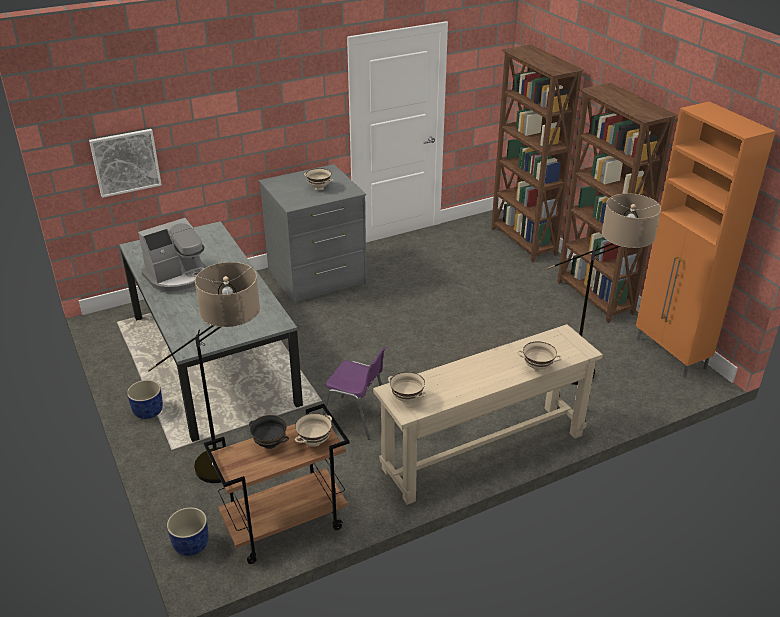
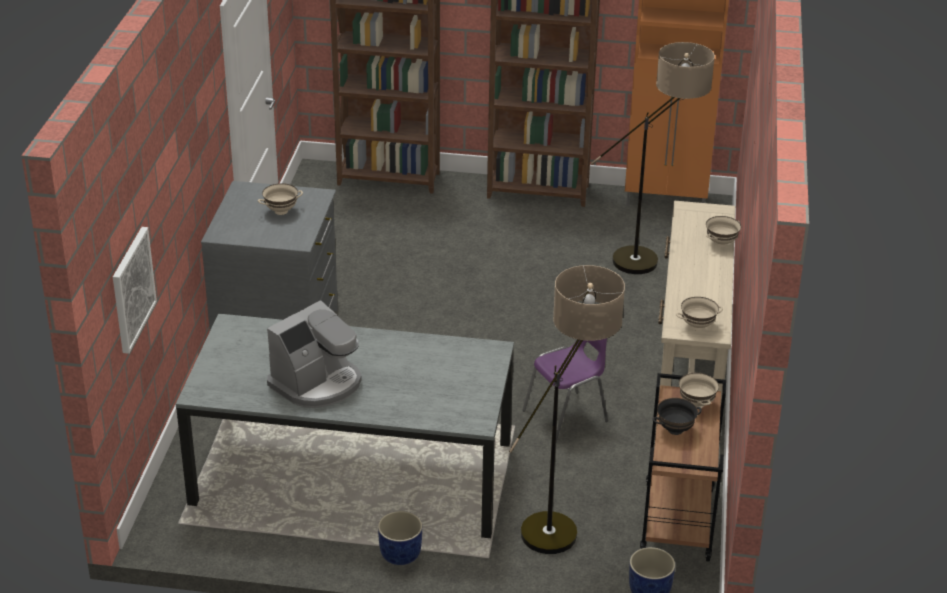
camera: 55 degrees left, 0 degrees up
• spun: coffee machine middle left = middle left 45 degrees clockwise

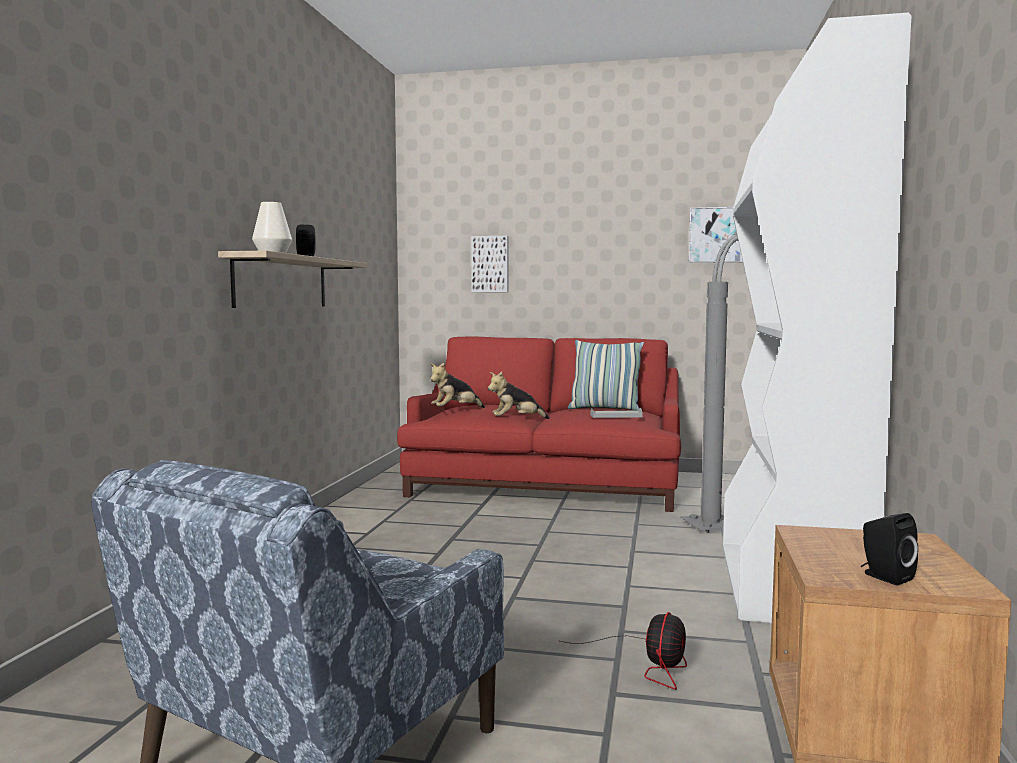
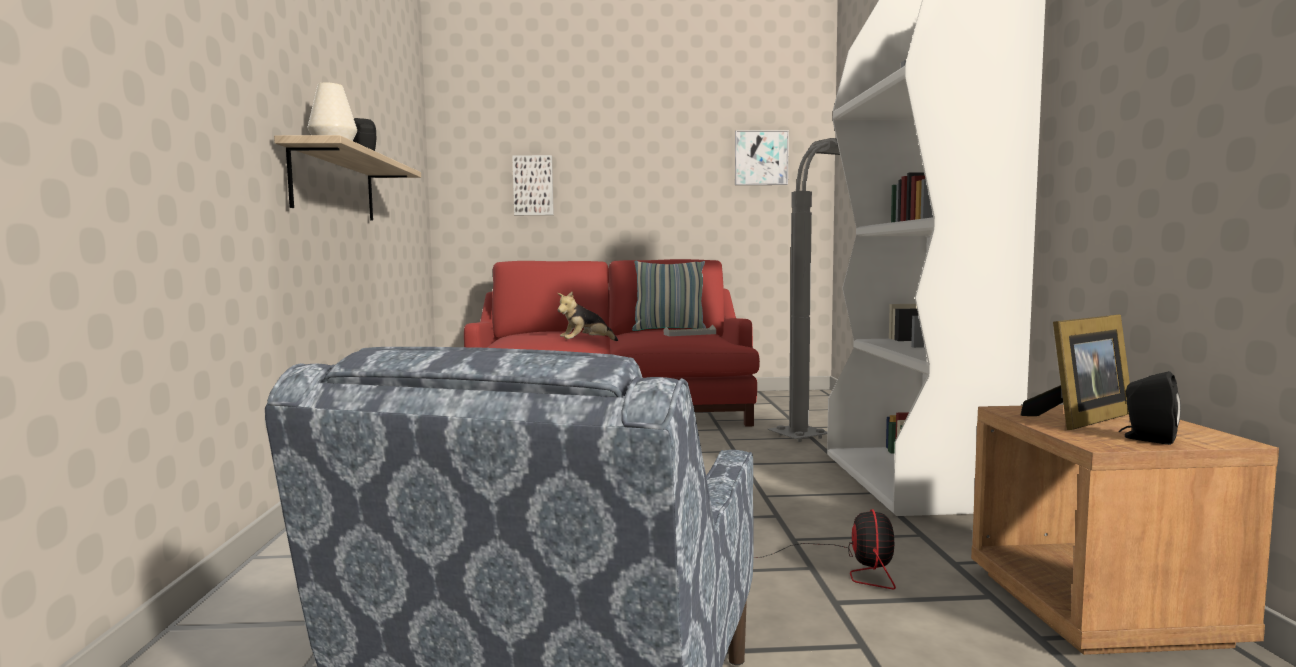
camera: 15 degrees left, 0 degrees up
• appeared: picture frame middle right
• missing: plush toy (no. 1 from left) centre

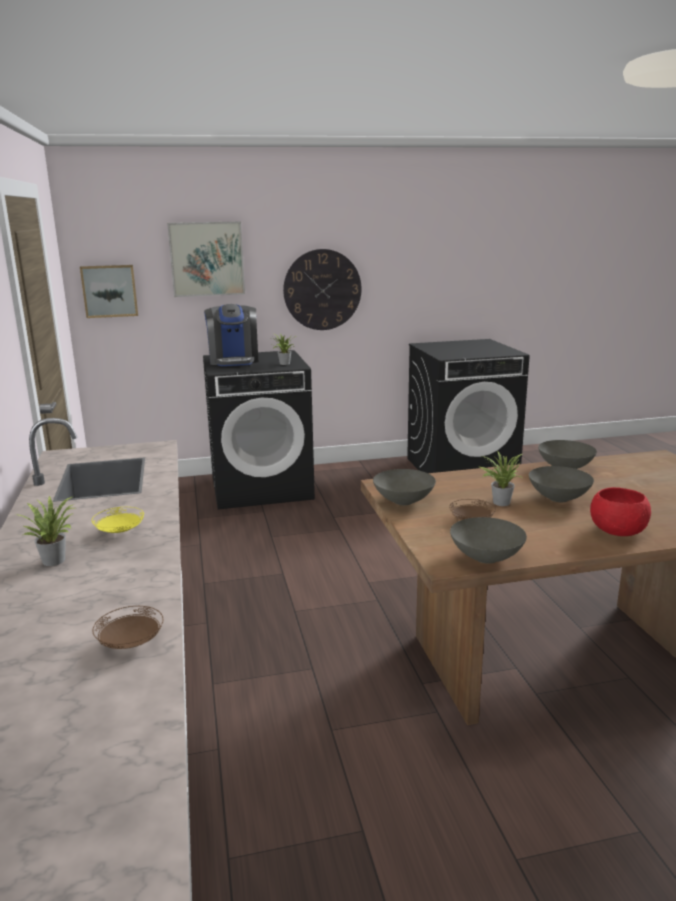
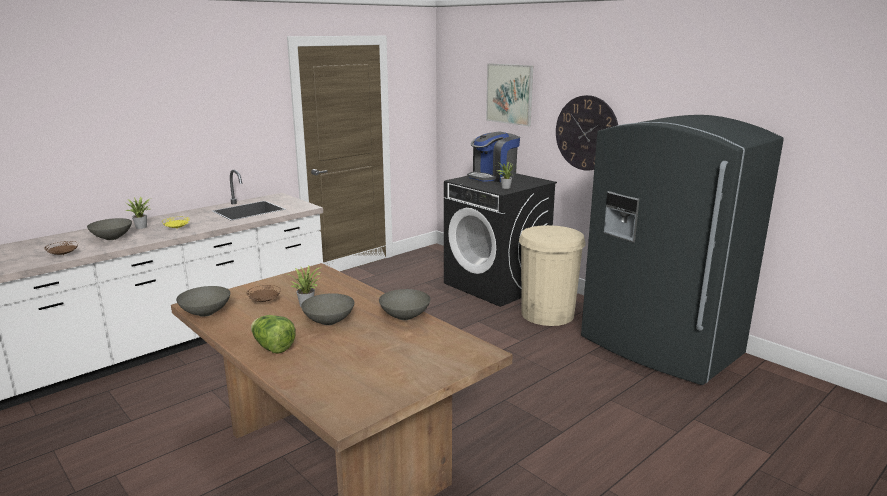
camera: 60 degrees right, 0 degrees up
• relocated: grey bowl (no. 1 from left) centre to middle left
• exchanged: red bowl middle right to lettuce bottom left
• appeared: beige trash can centre
• exchanged: black washing machine (no. 2 from left) middle right to grey fridge middle right
• missing: picture (no. 1 from left) top left

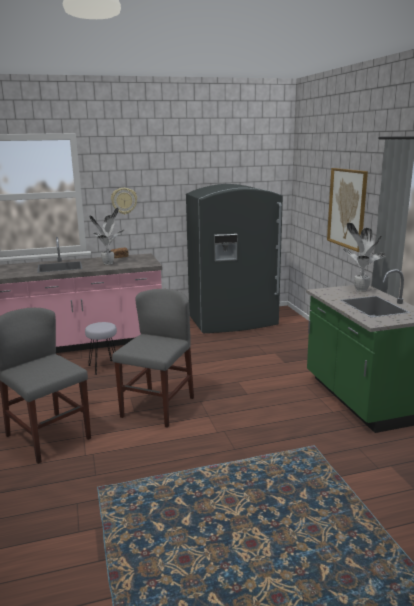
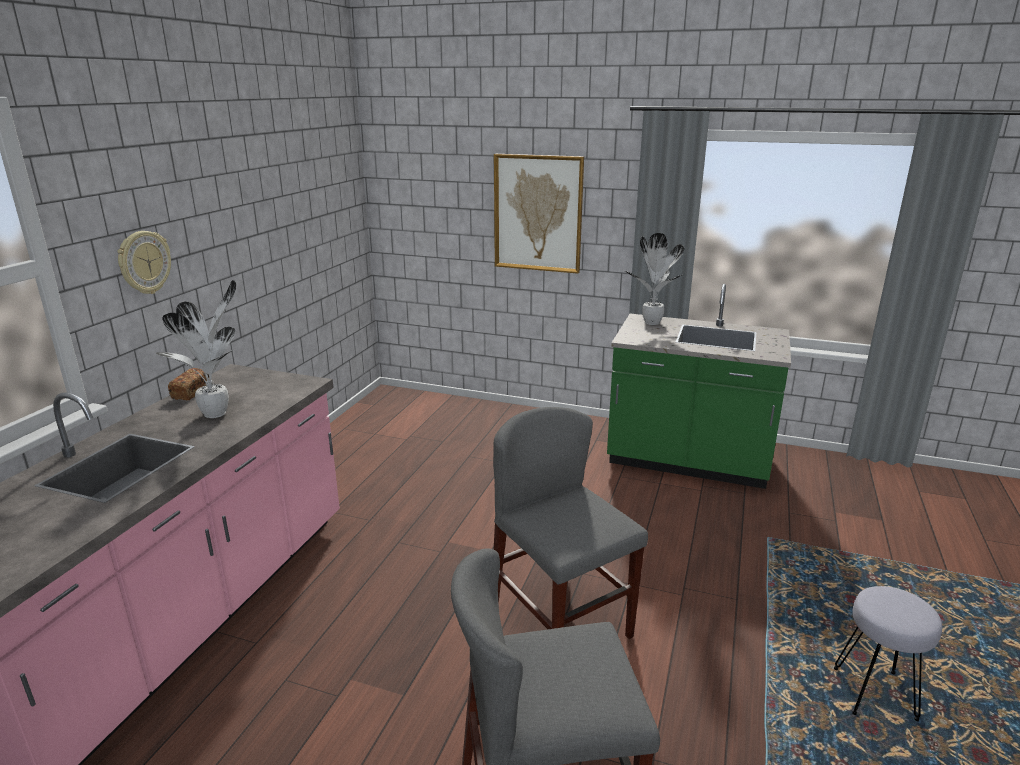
camera: 55 degrees left, 5 degrees up
• relocated: grey stool middle left to bottom right
• missing: grey fridge centre

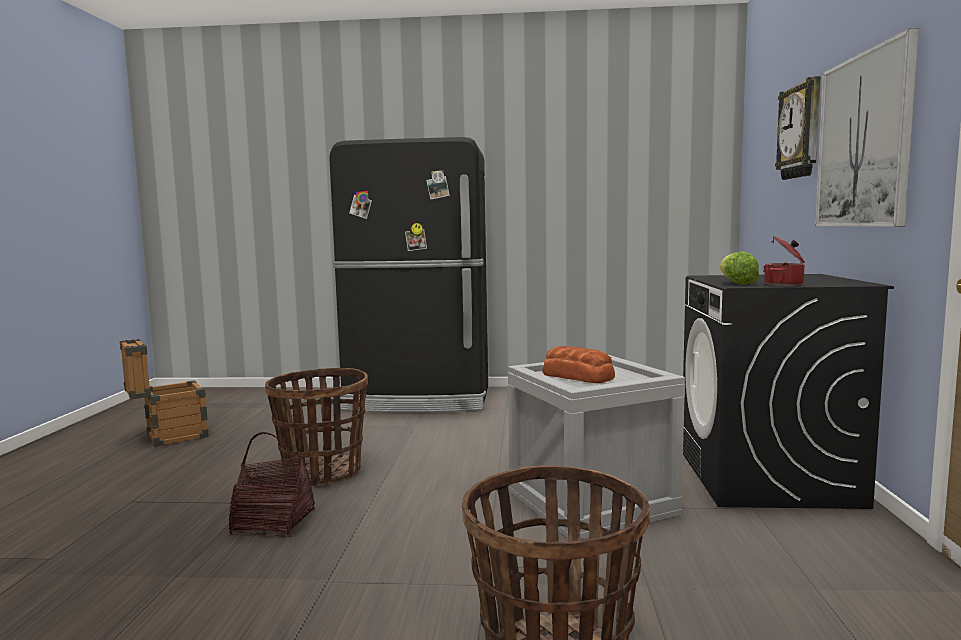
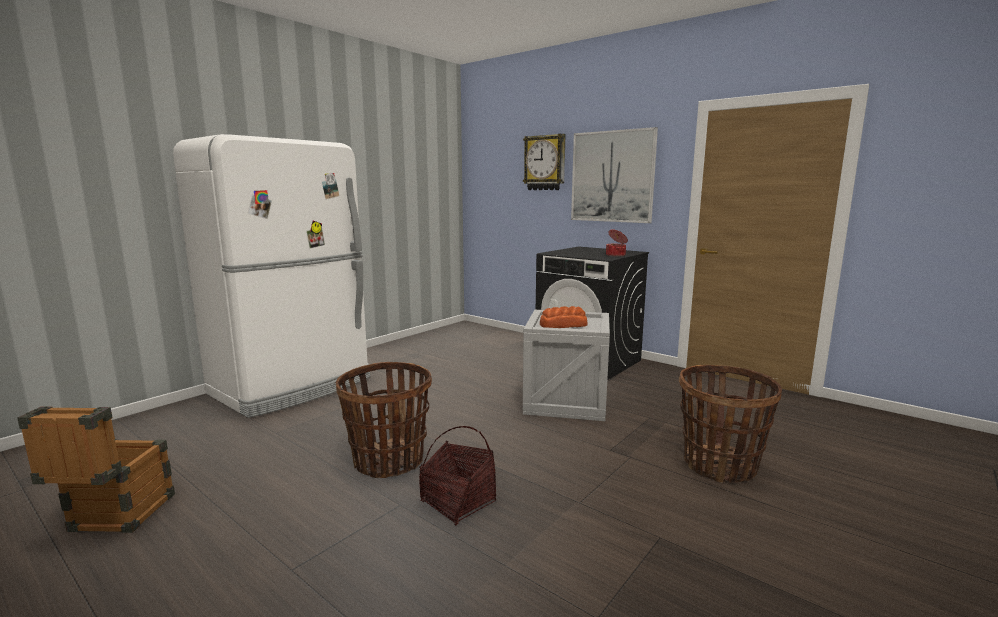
camera: 55 degrees left, 5 degrees up
• colour: black fridge centre to white fridge middle left
• missing: lettuce middle right

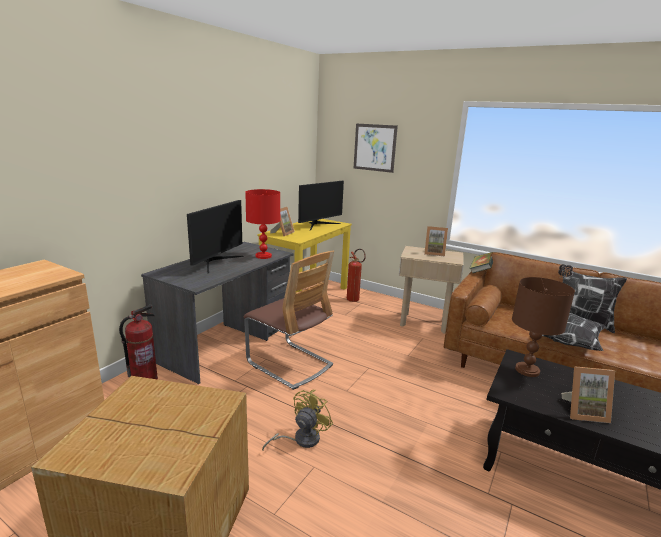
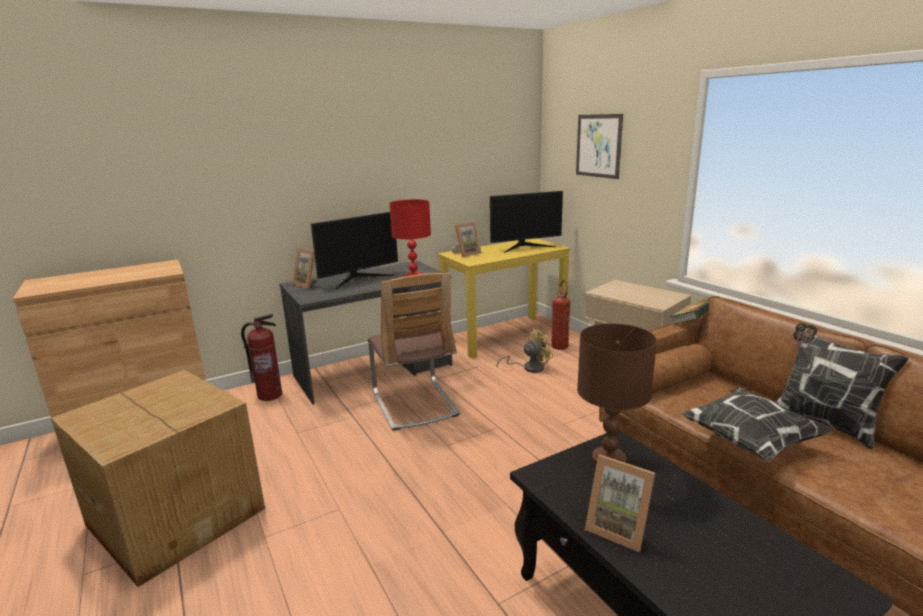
camera: 30 degrees right, 0 degrees up
• relocated: picture frame (no. 2 from left in the first image) centre to picture frame (no. 1 from left) middle left
• relocated: yellow fan bottom centre to centre

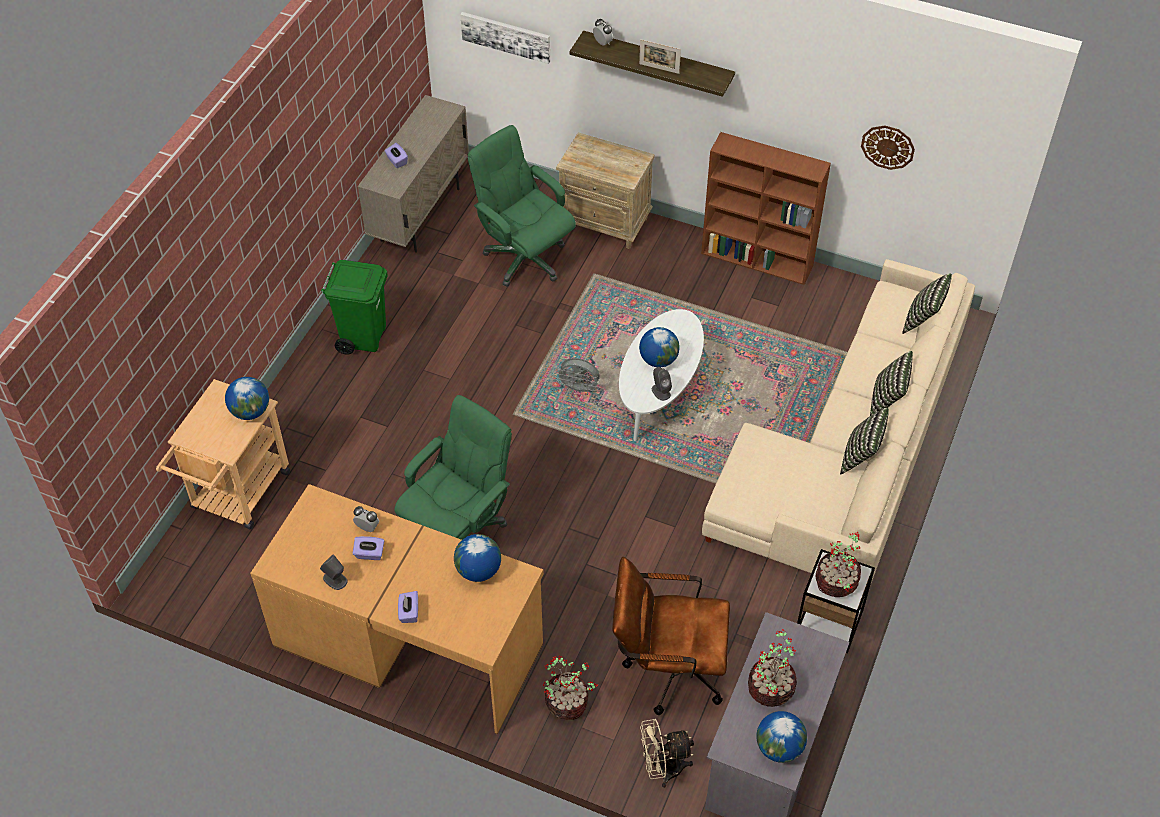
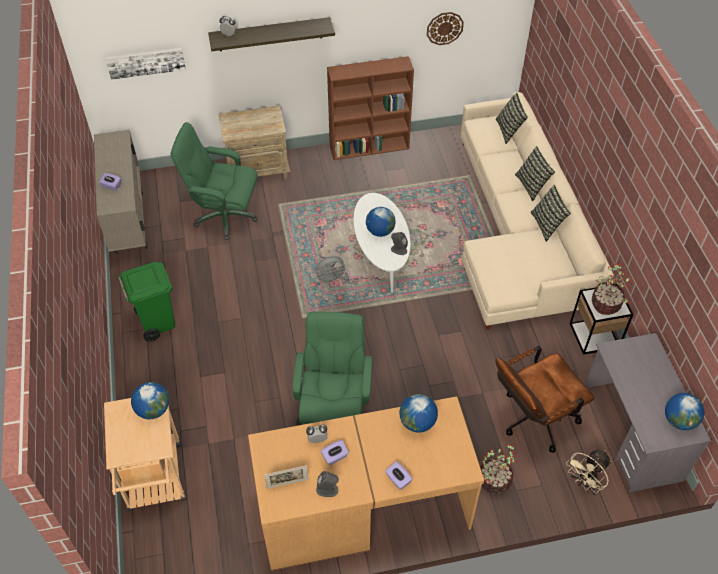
camera: 35 degrees left, 0 degrees up
• relocated: picture frame top centre to bottom centre
• missing: potted plant (no. 2 from left) bottom centre

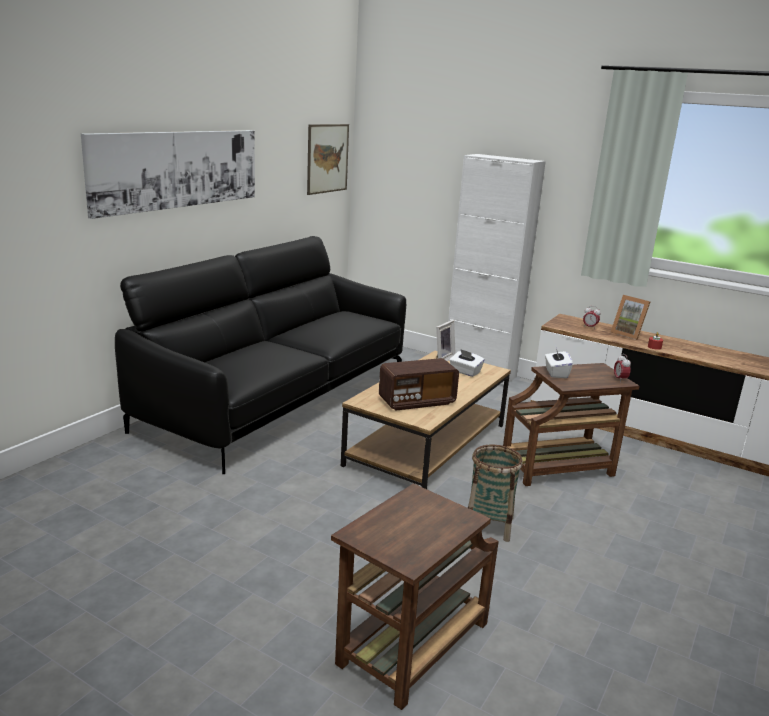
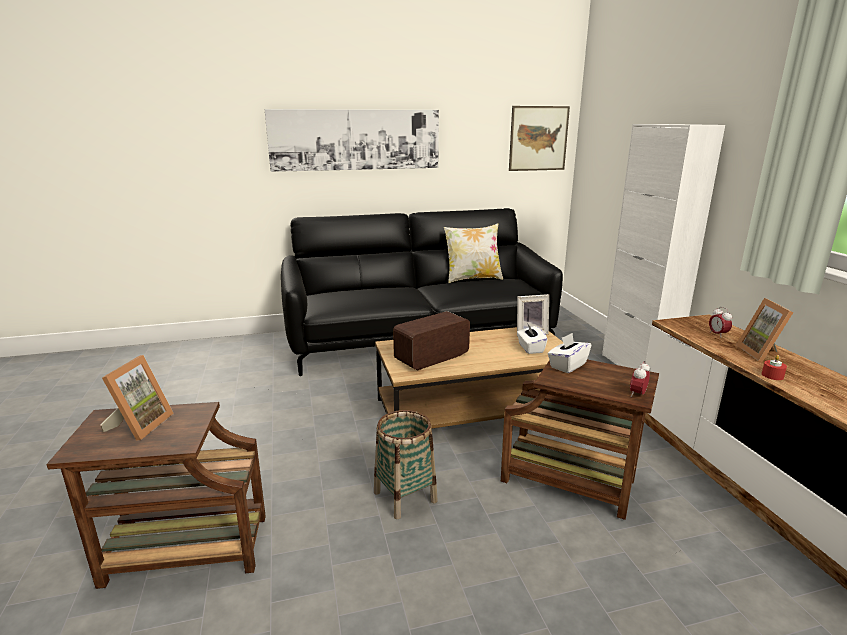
camera: 45 degrees right, 0 degrees up
• appeared: picture frame (no. 1 from left) middle left
• spun: radio centre = centre 120 degrees clockwise
• appeared: pillow centre

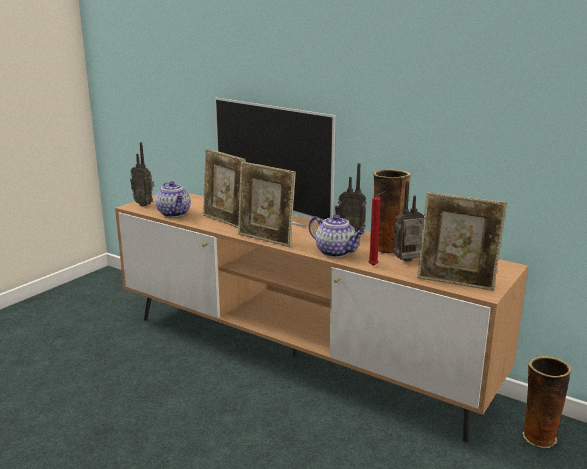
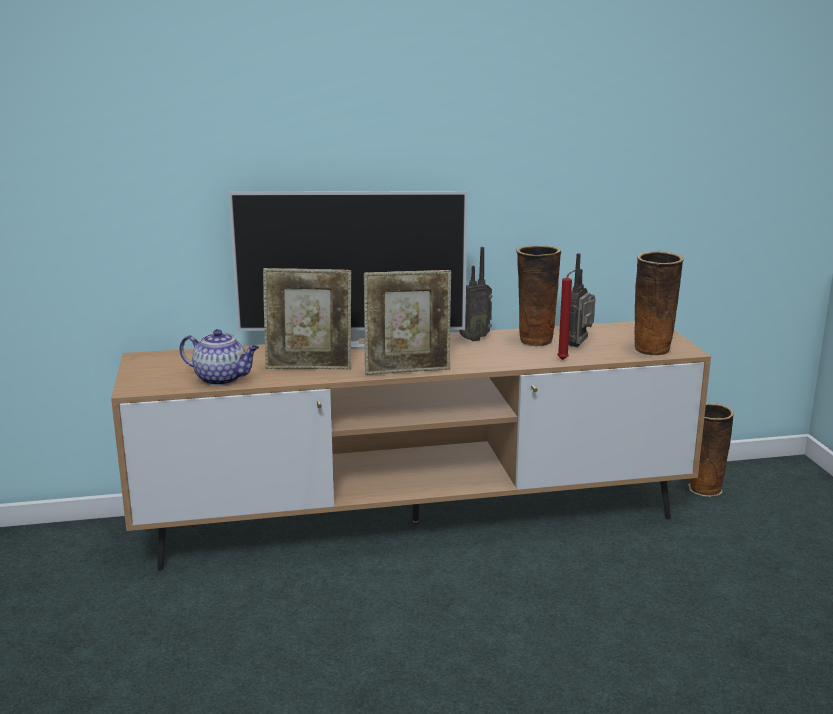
camera: 45 degrees left, 0 degrees up
• exchanged: picture frame (no. 3 from left) middle right to vase (no. 2 from left) middle right
• missing: radio (no. 1 from left) middle left
• missing: teapot (no. 2 from left) centre

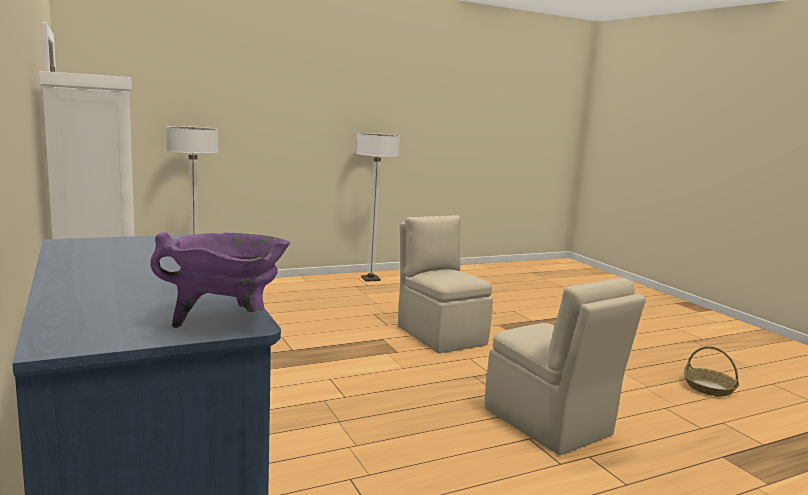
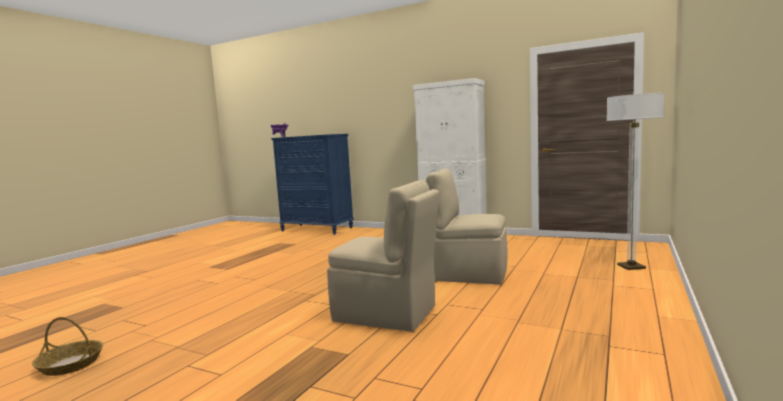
camera: 145 degrees right, 5 degrees down
• relocated: beige chair (no. 2 from left) bottom right to centre
• missing: floor lamp (no. 2 from left) centre

